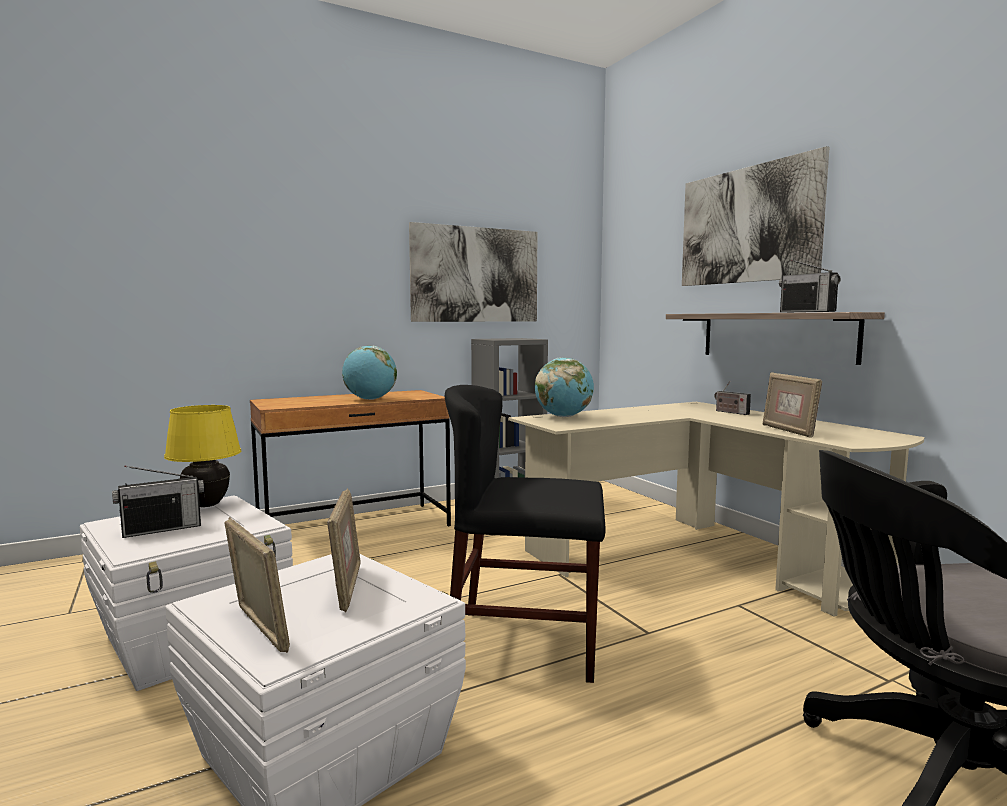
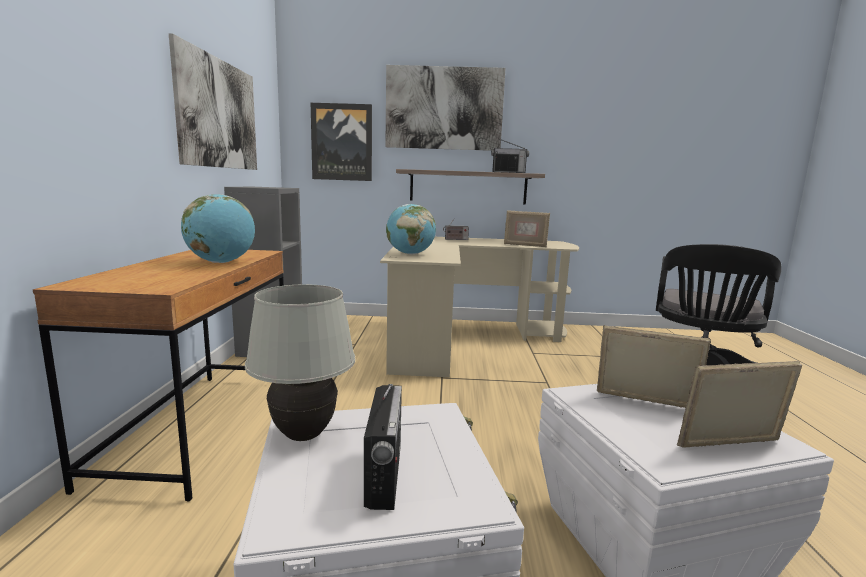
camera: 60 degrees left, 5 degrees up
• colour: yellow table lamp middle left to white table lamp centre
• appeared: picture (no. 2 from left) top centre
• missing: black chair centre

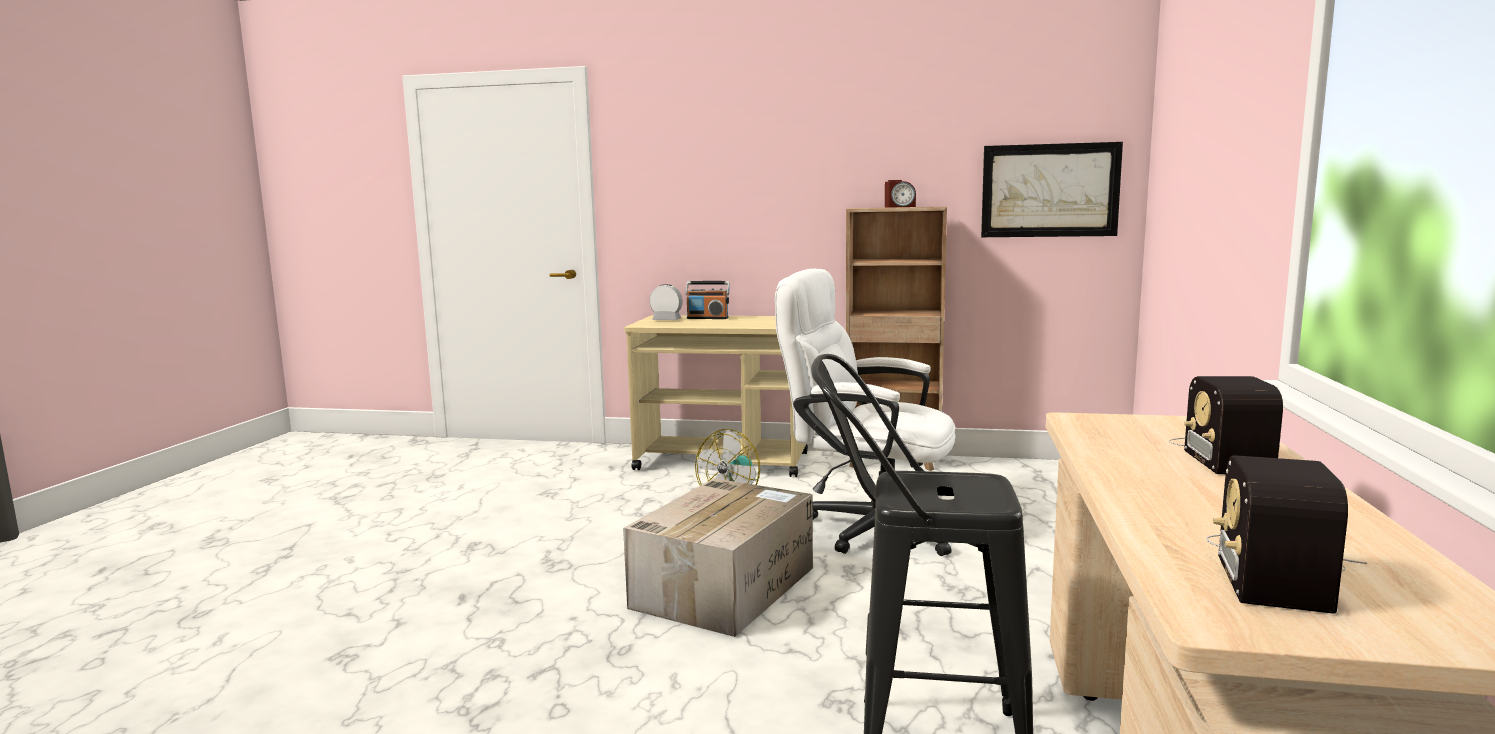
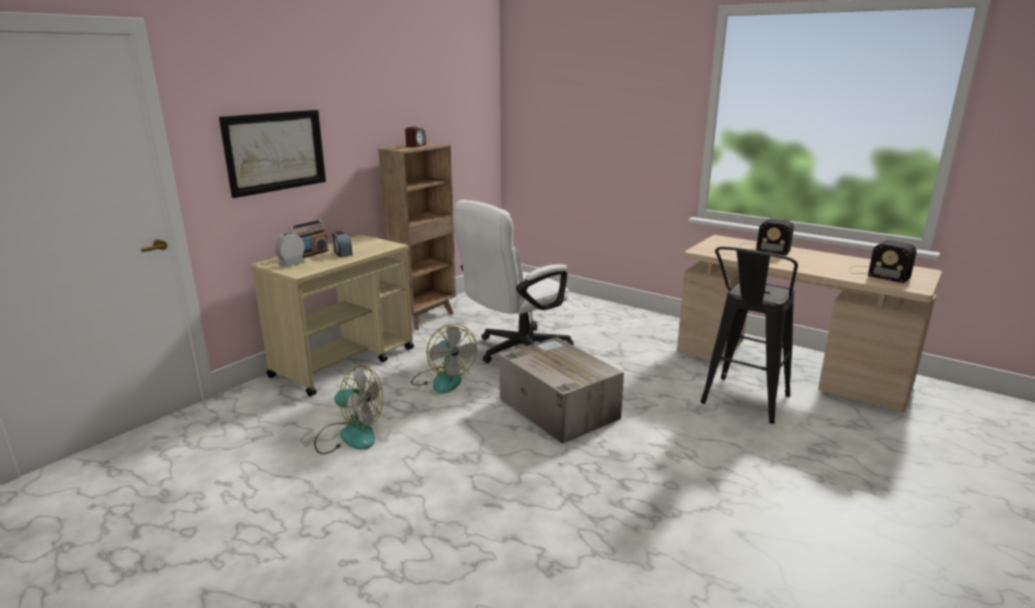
camera: 65 degrees left, 10 degrees up
• relocated: picture top right to top left
• appeared: fan (no. 1 from left) bottom centre
• appeared: alarm clock (no. 2 from left) middle left

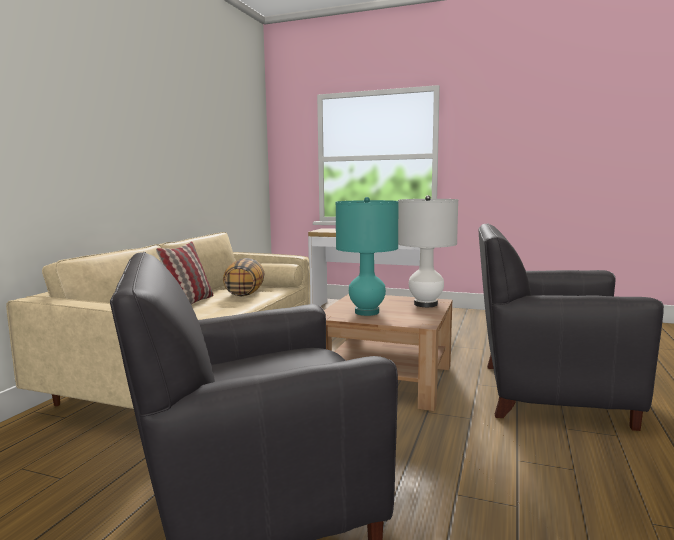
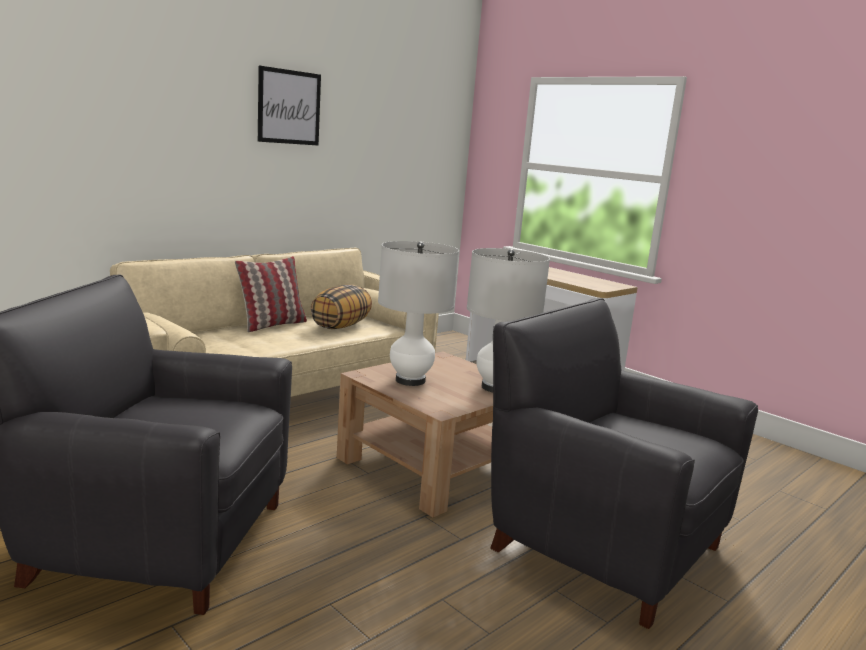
camera: 25 degrees right, 5 degrees up
• appeared: picture top centre
• colour: turquoise table lamp centre to white table lamp (no. 1 from left) centre

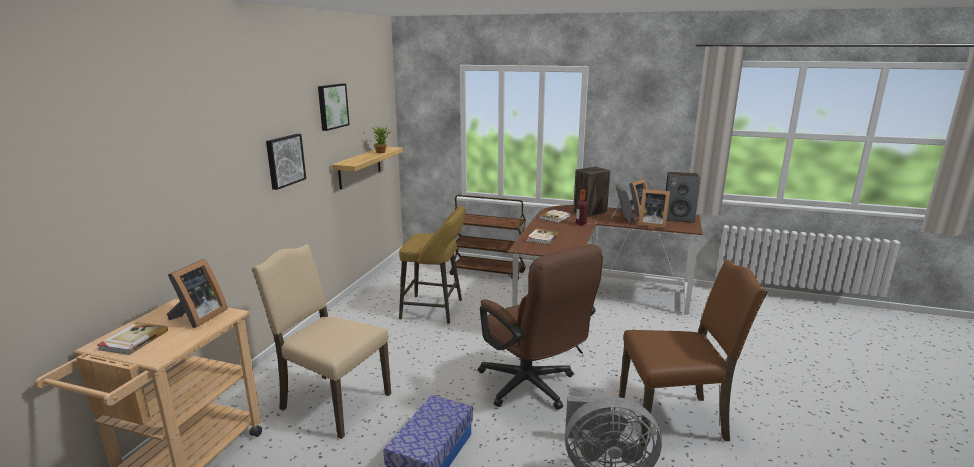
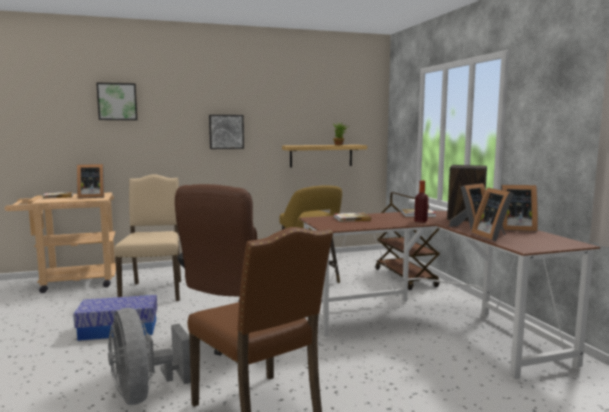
camera: 55 degrees right, 10 degrees down
• relocated: picture (no. 2 from left in the first image) top centre to picture (no. 1 from left) top left
• missing: speaker (no. 2 from left) middle right

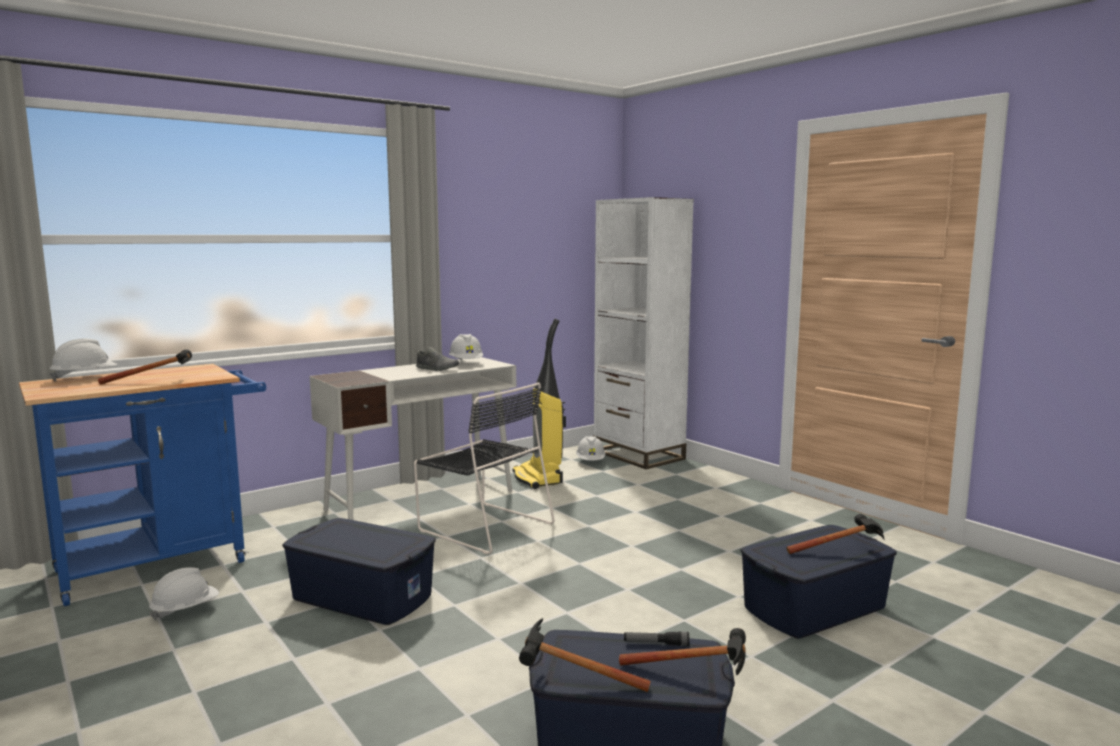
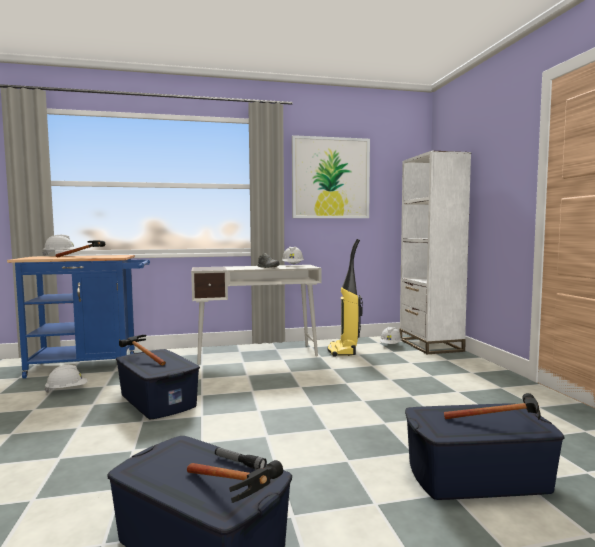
camera: 25 degrees right, 5 degrees down
• relocated: hammer (no. 2 from left) bottom centre to middle left
• appeared: picture top centre
• missing: black chair centre

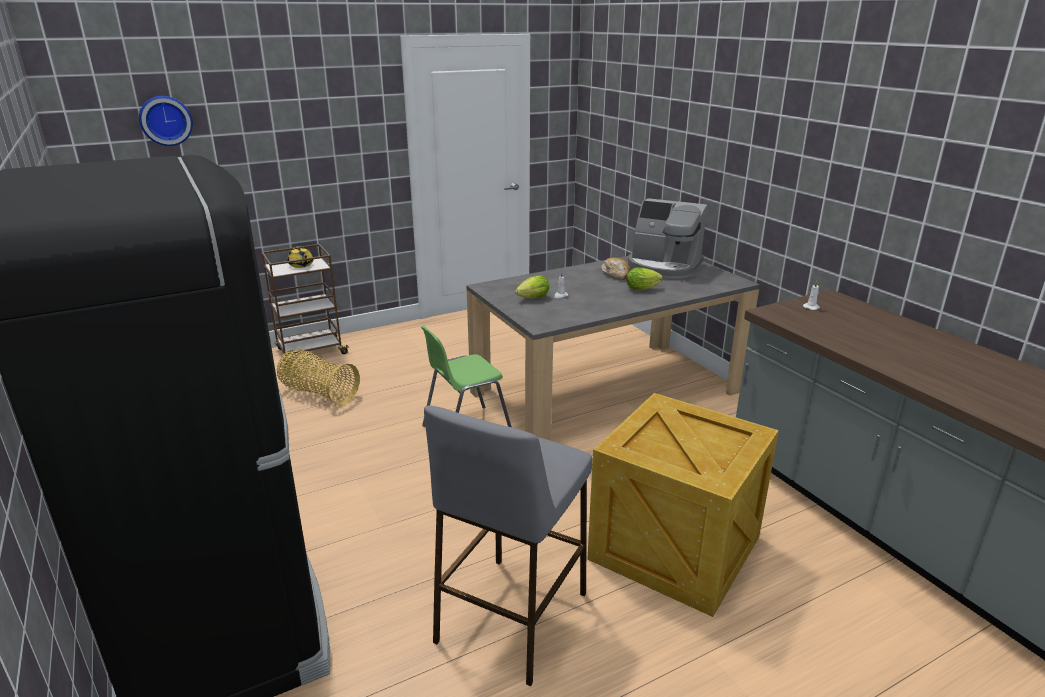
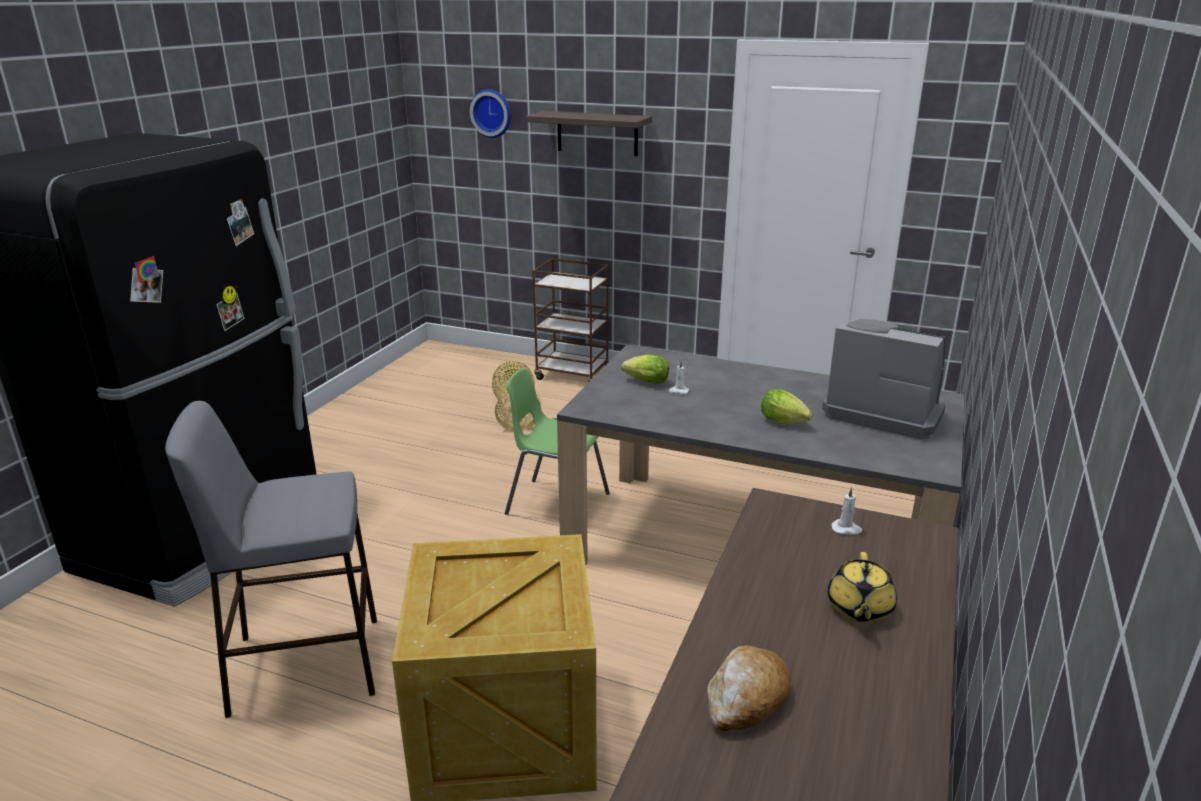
camera: 50 degrees right, 0 degrees up
• appeared: shelf top centre
• relocated: bread centre to bottom centre
• spun: coffee machine centre = middle right 135 degrees clockwise
• relocated: yellow teapot middle left to bottom right

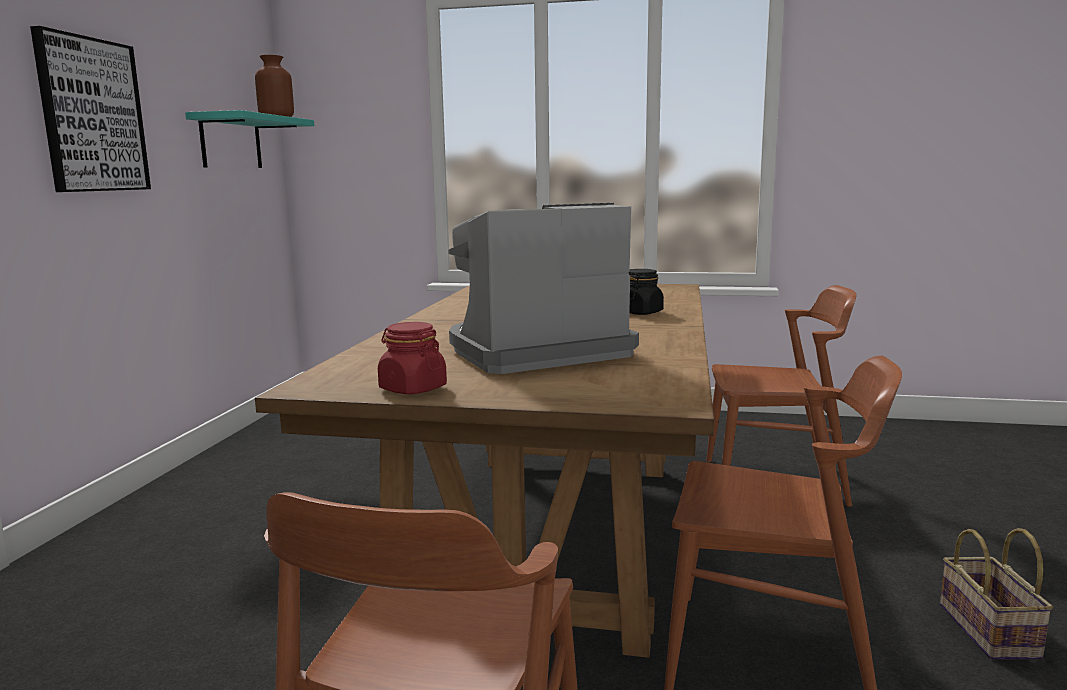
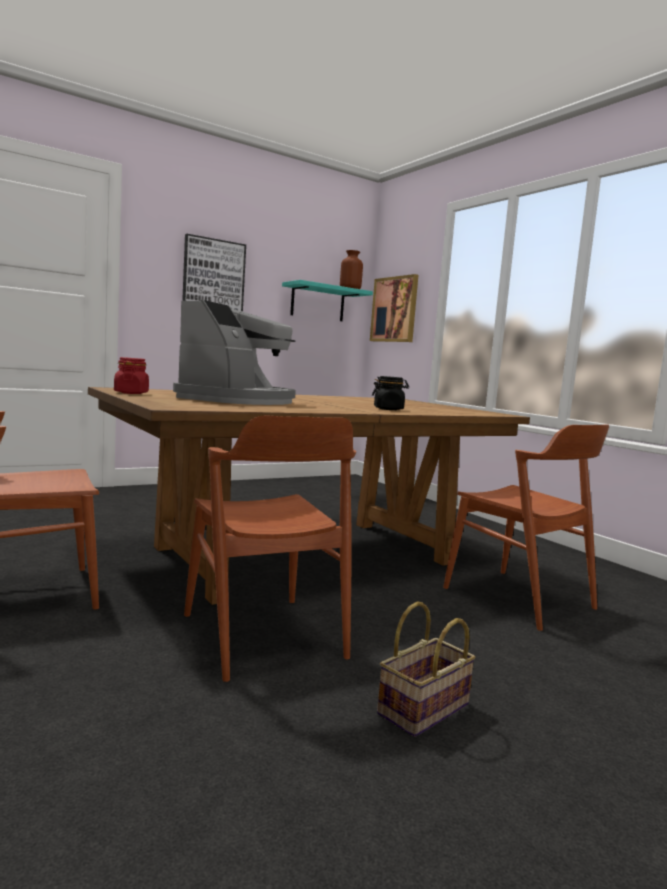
camera: 45 degrees right, 5 degrees down
• spun: coffee machine centre = centre 90 degrees clockwise
• appeared: picture (no. 2 from left) centre

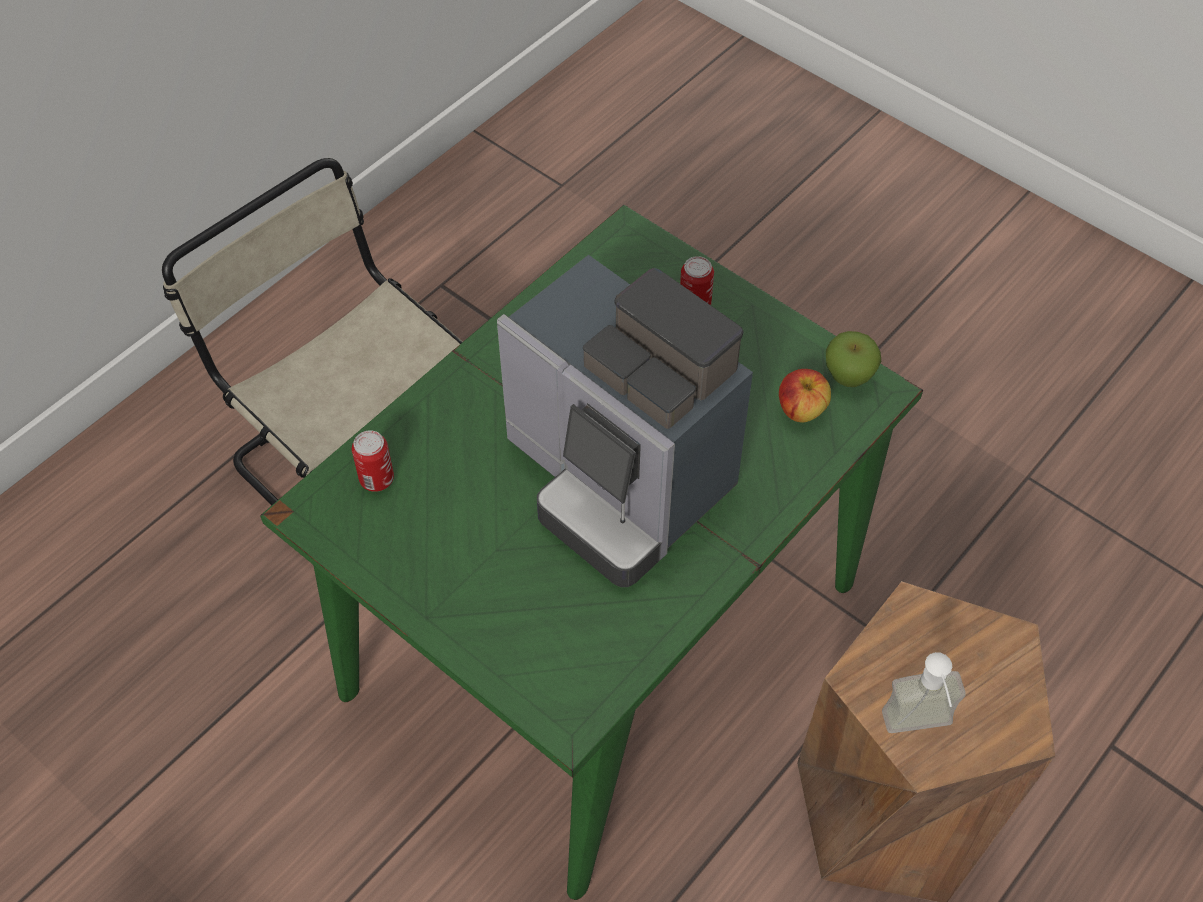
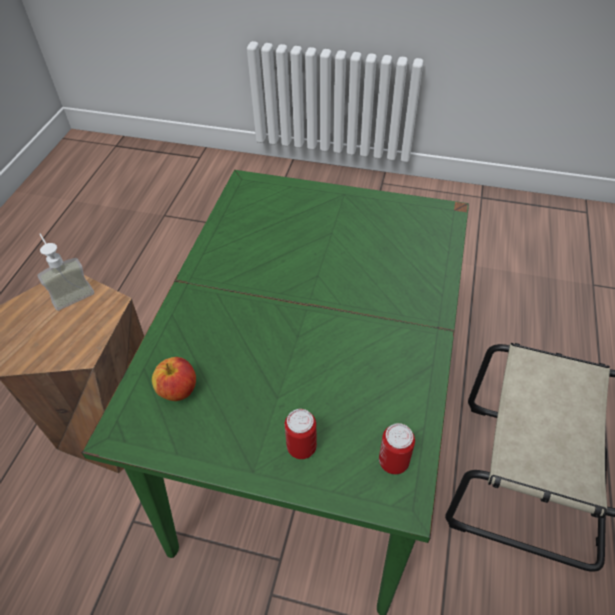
camera: 155 degrees right, 5 degrees down
• relocated: can (no. 1 from left in the first image) middle left to can (no. 2 from left) bottom centre
• missing: coffee machine centre
• missing: apple (no. 2 from left) middle right

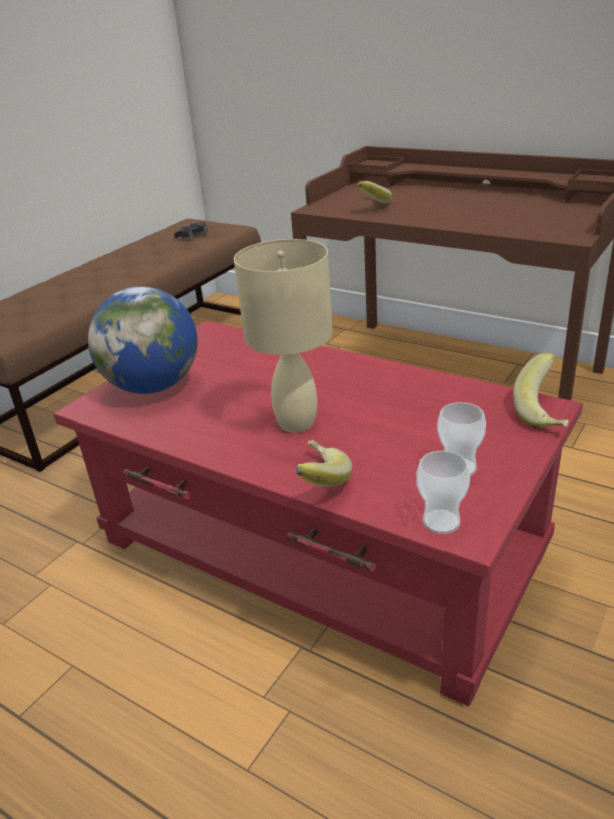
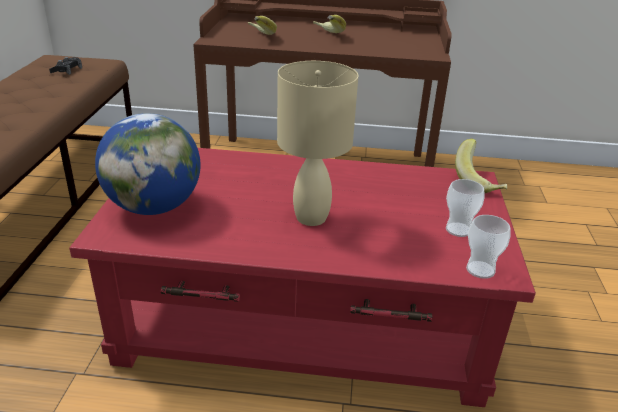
camera: 30 degrees left, 0 degrees up
• relocated: banana (no. 1 from left in the first image) centre to banana (no. 2 from left) top centre

